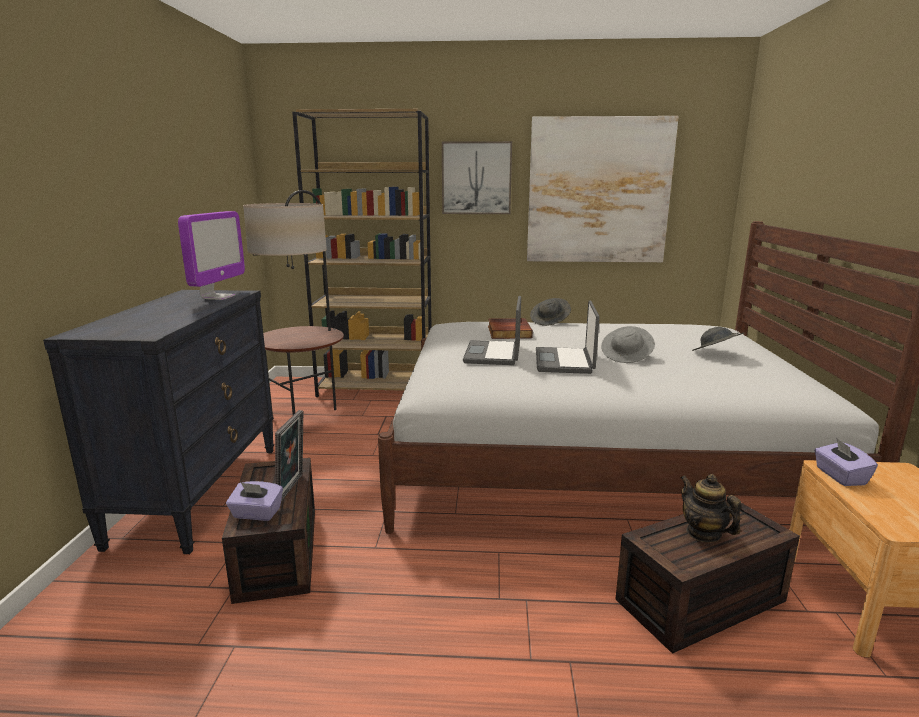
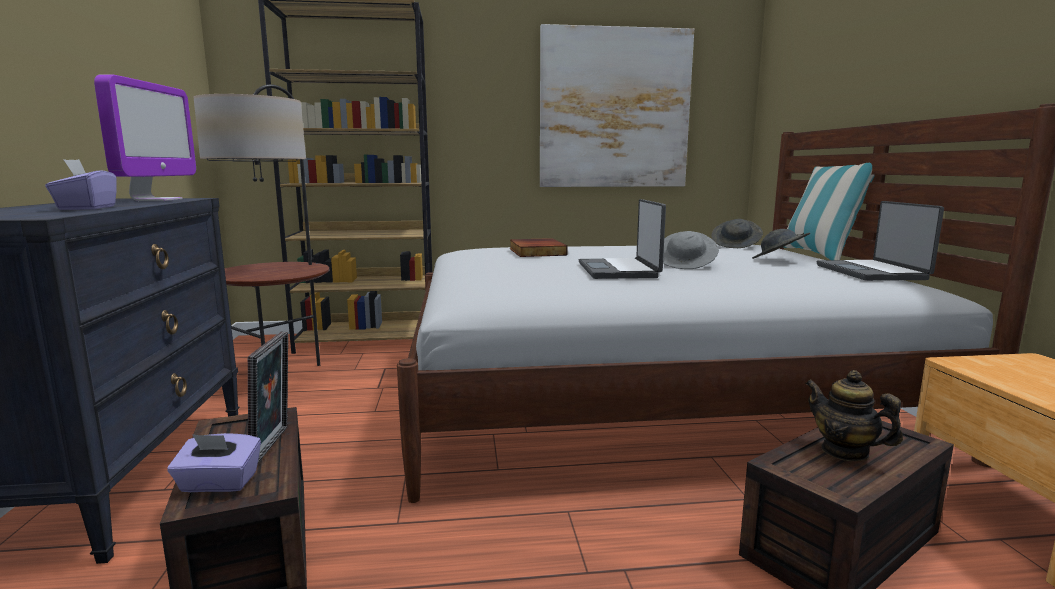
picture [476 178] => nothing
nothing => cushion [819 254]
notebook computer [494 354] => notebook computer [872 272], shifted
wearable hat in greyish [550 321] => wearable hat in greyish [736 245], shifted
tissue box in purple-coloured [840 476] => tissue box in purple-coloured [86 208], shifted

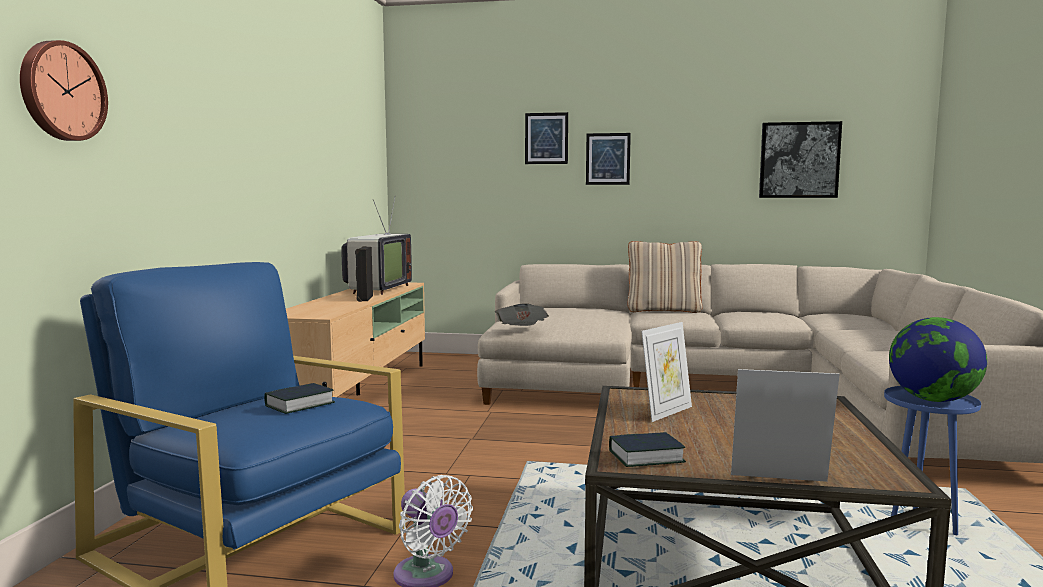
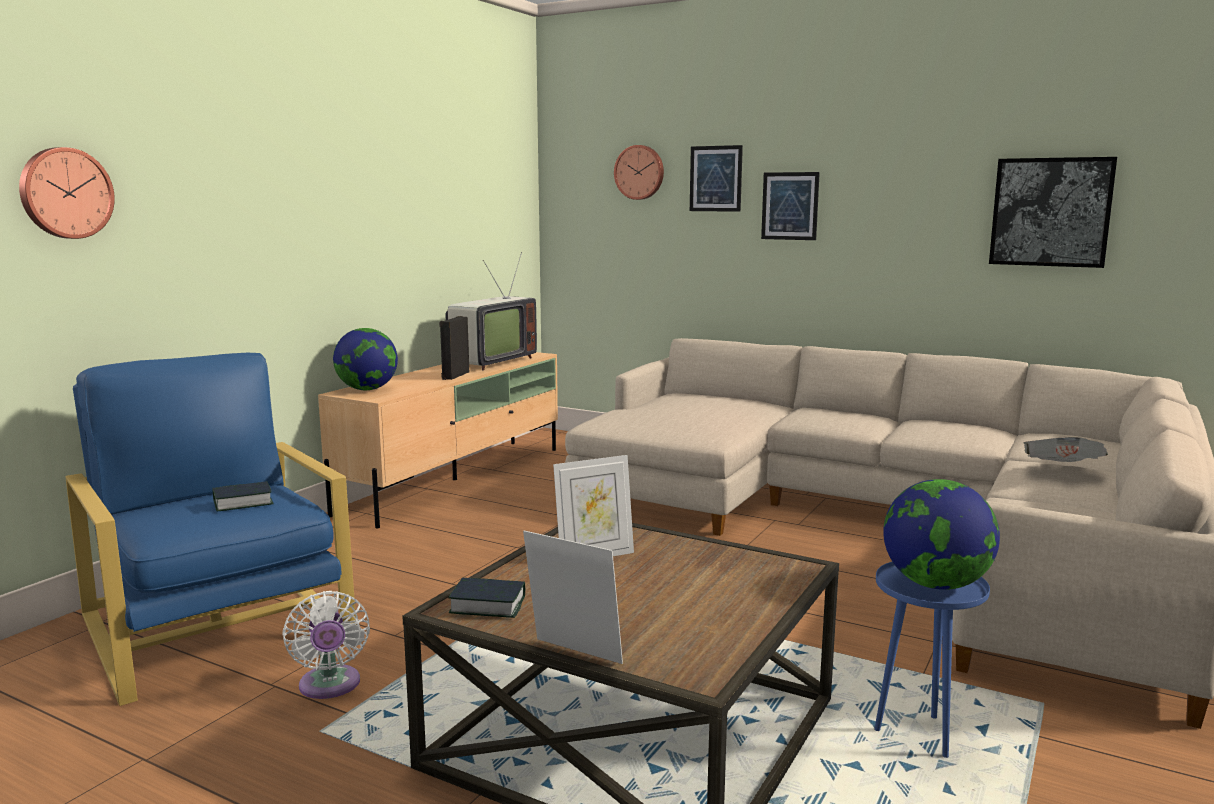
cushion in sand-coloured [663 310] => nothing
nothing => desk globe [367 389]
nothing => wall clock [640 172]
daily paper [522 330] => daily paper [1062 471], shifted

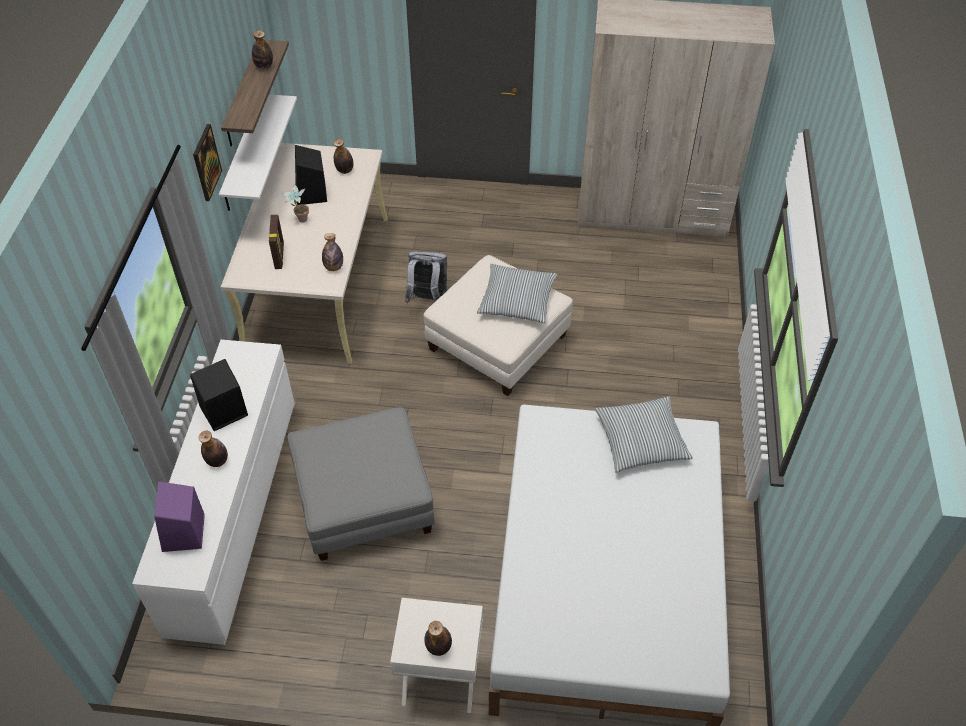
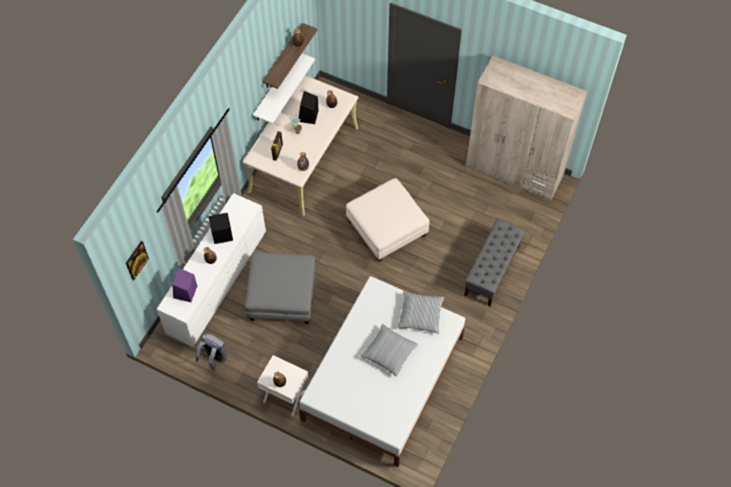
nothing => long seat in greyish [492 271]
picture [206 162] => picture [136 260], shifted
backpack in greyish [428 299] => backpack in greyish [214 358], shifted
cushion [517 300] => cushion [389 352], shifted

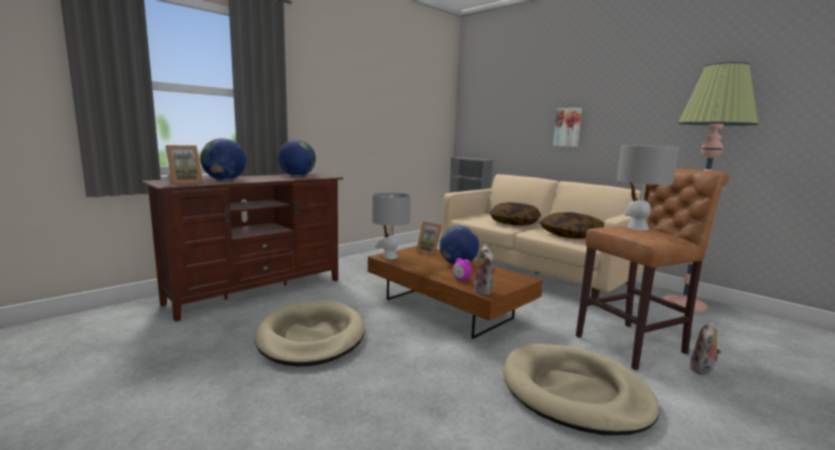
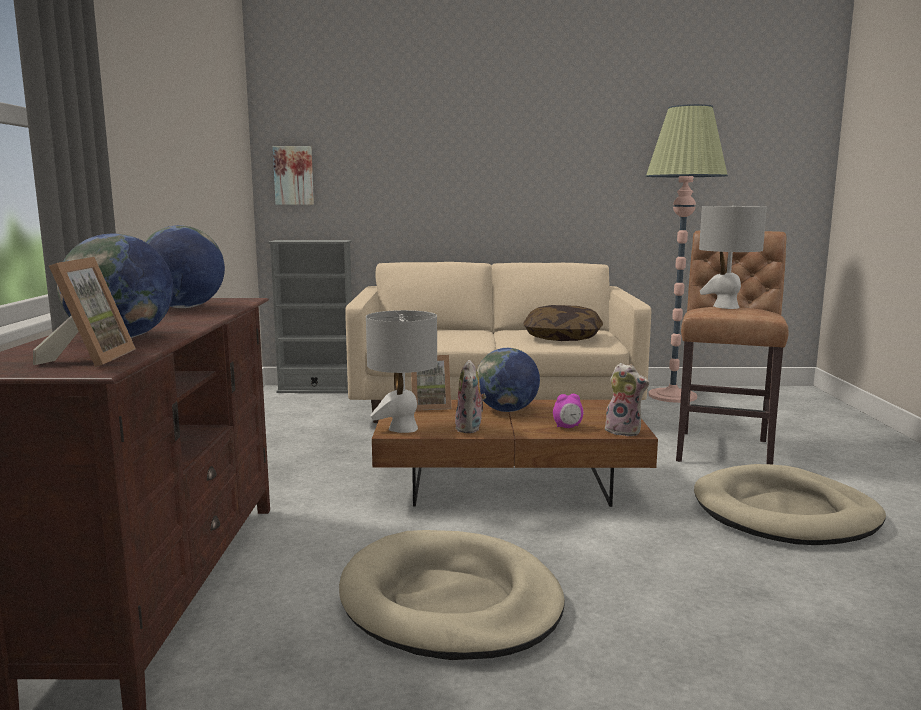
cushion [514 223] => nothing
picture [567 127] => picture [294 175], shifted
cuddly toy [702 370] => cuddly toy [470 428], shifted

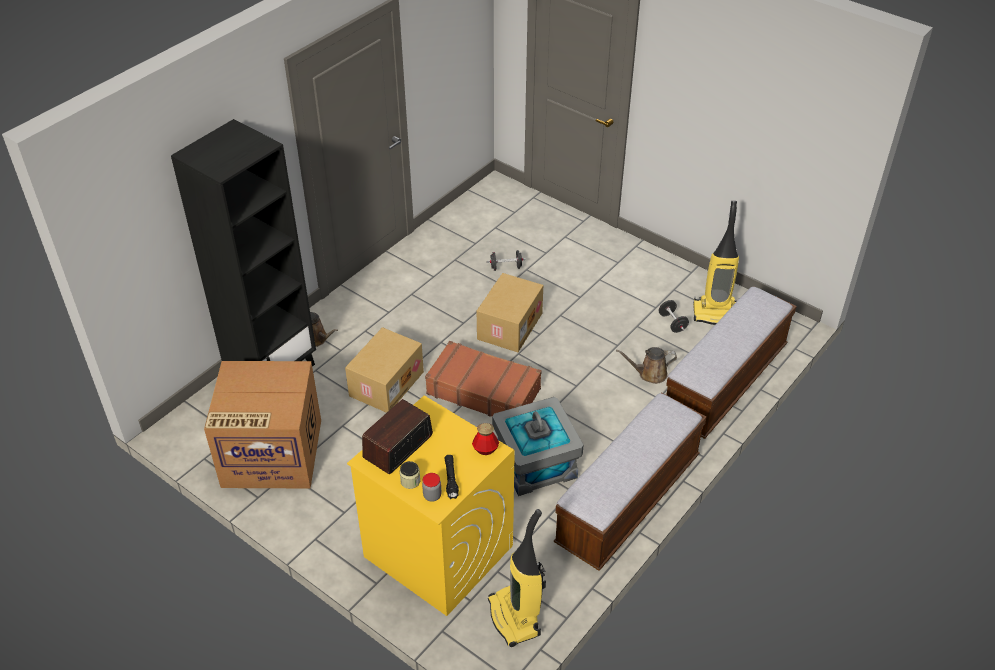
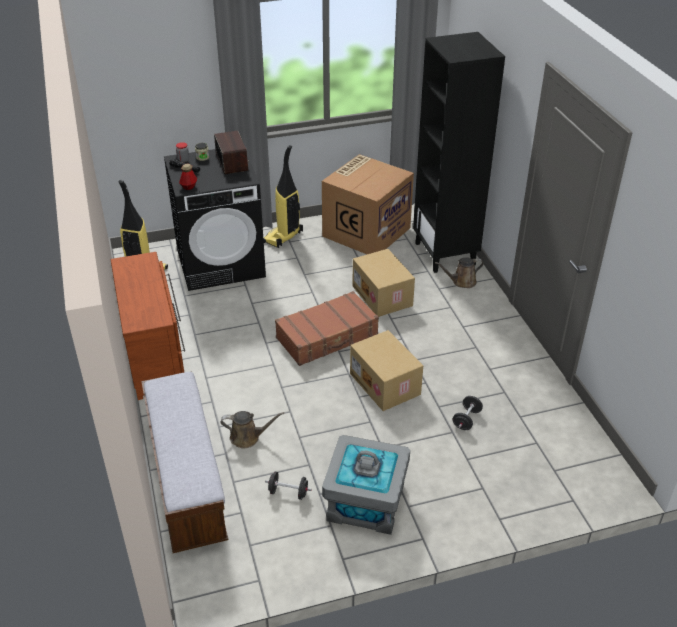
storage bin in greyish [536 463] => storage bin in greyish [365 502], shifted
vacuum [717 313] => vacuum [283 237], shifted
long seat [628 501] => dresser in brownish [155 355]
laundry machine in yellow-coloured [437 551] => laundry machine in black-coloured [221 263]
watering can in brownish [649 374] => watering can in brownish [248 437], 60 degrees clockwise

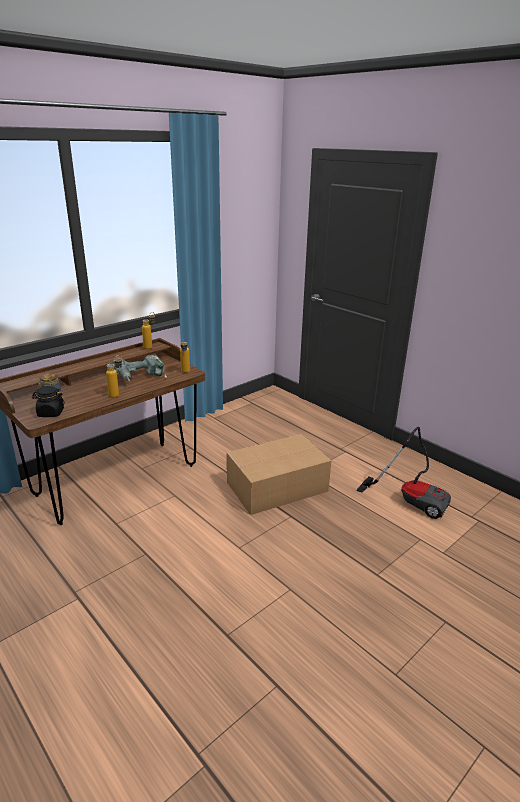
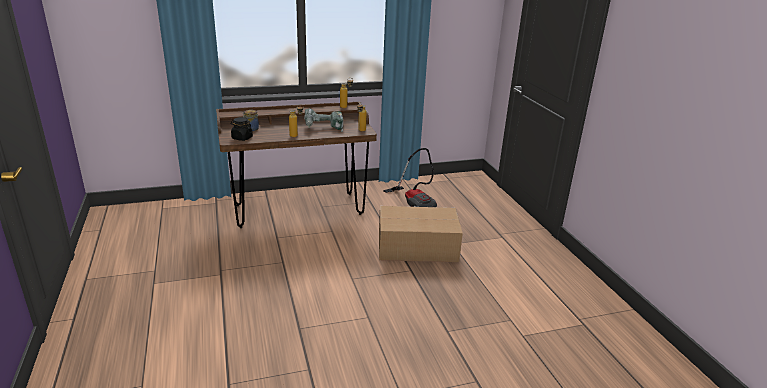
vacuum [411 500] => vacuum [415 204], shifted

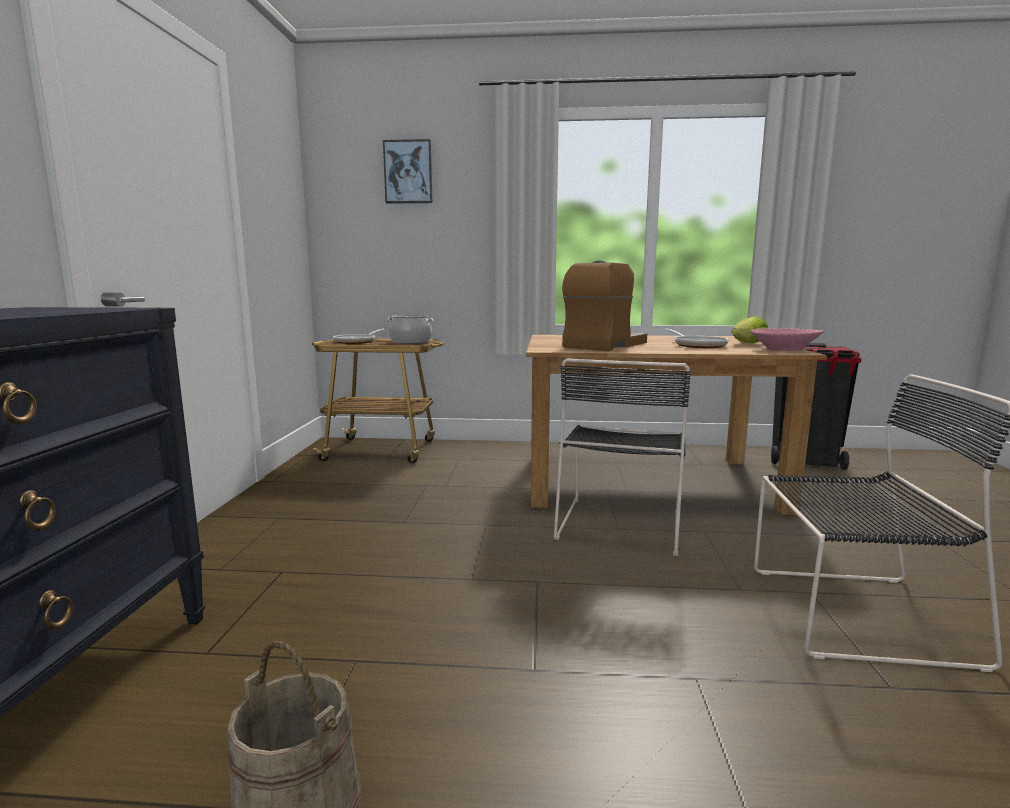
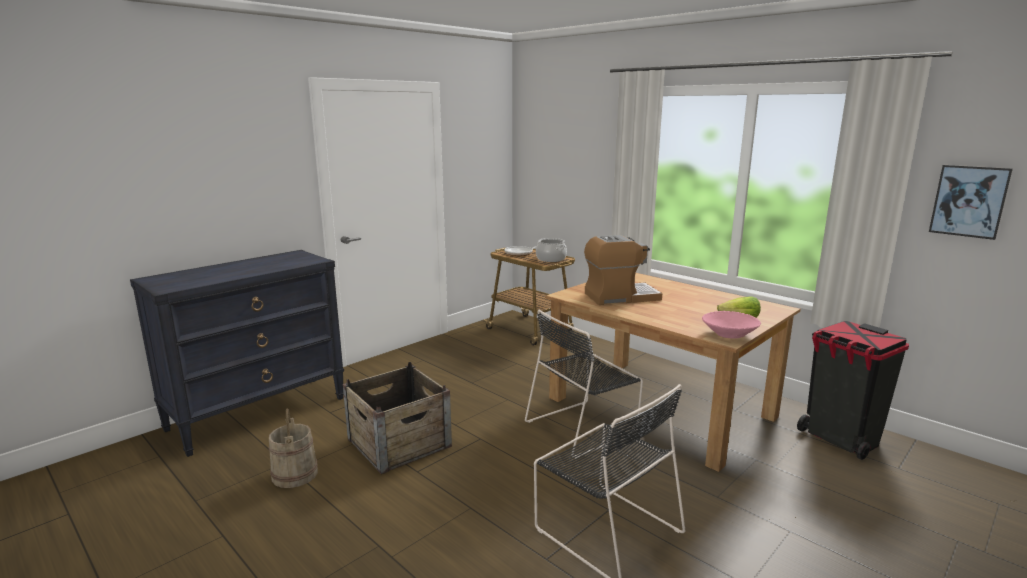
pan [697 345] => nothing
nothing => crate [399 442]
picture [408 172] => picture [969 201], shifted

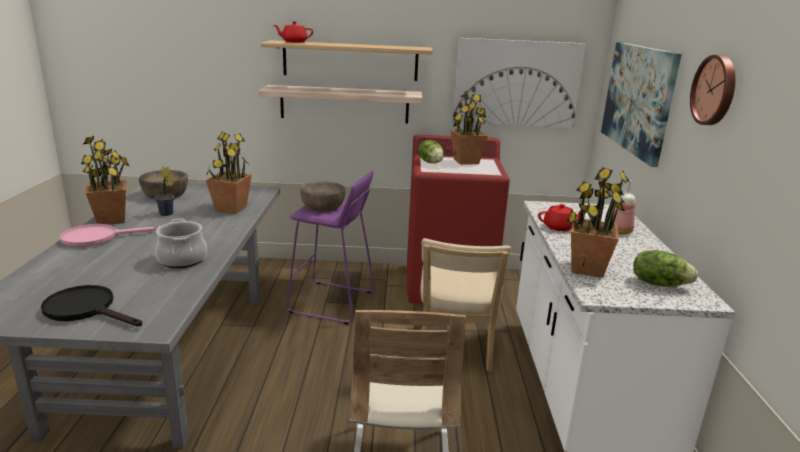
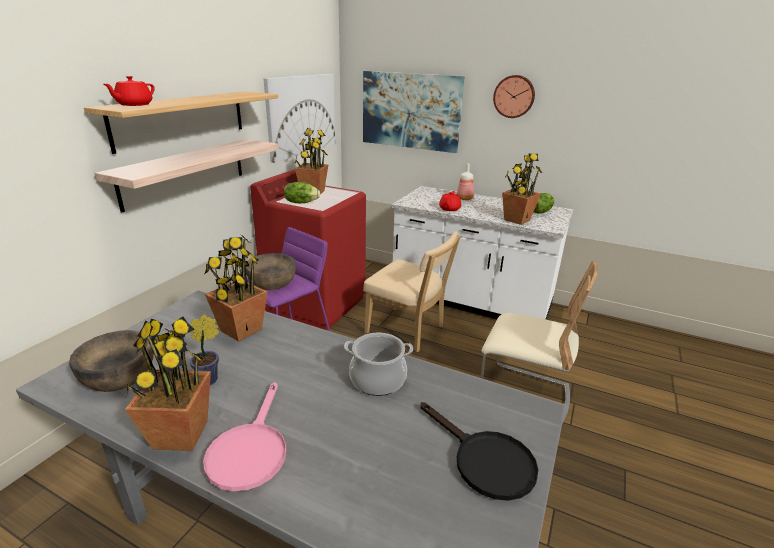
pan in black-coloured [86 309] => pan in black-coloured [484 461], 90 degrees counterclockwise

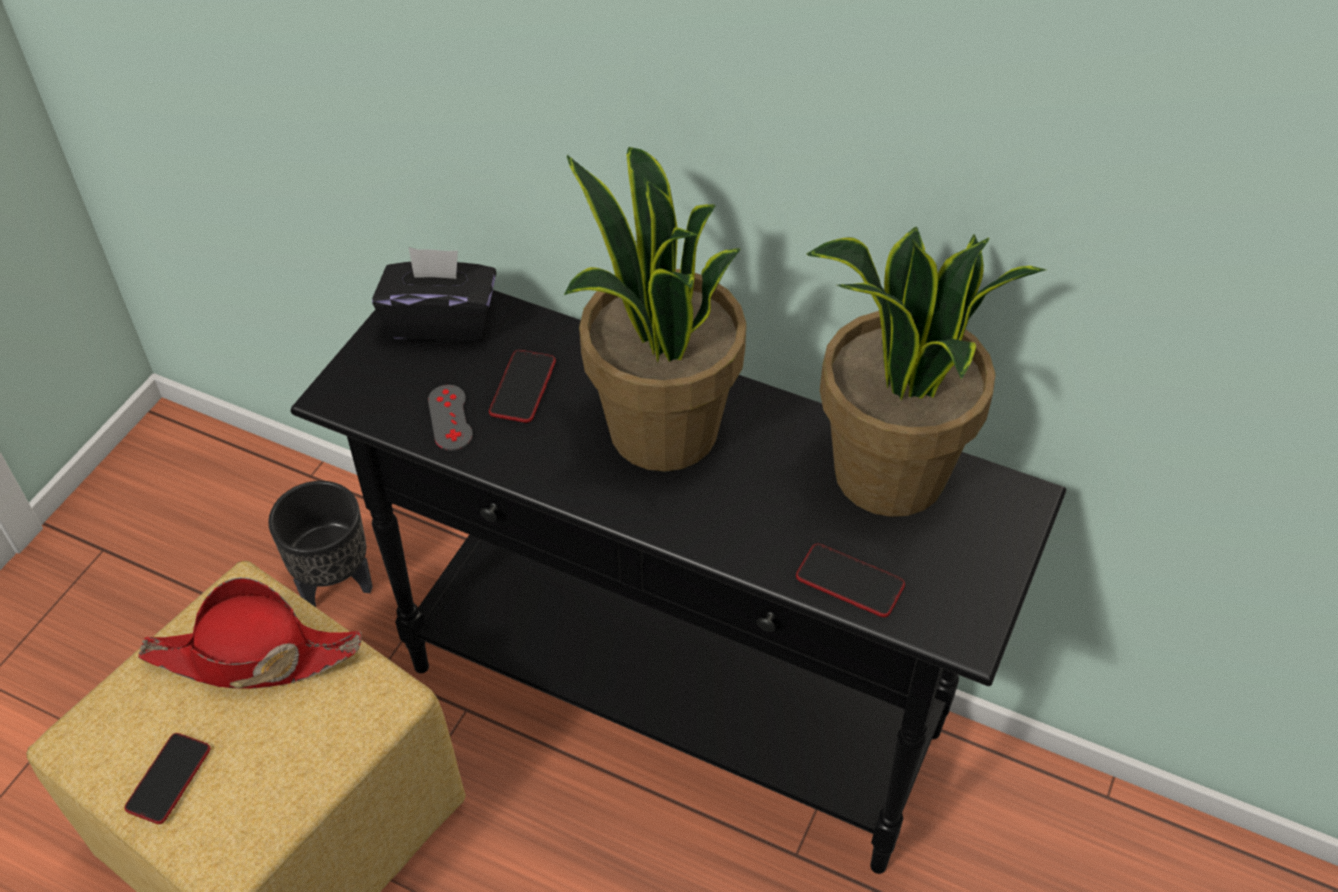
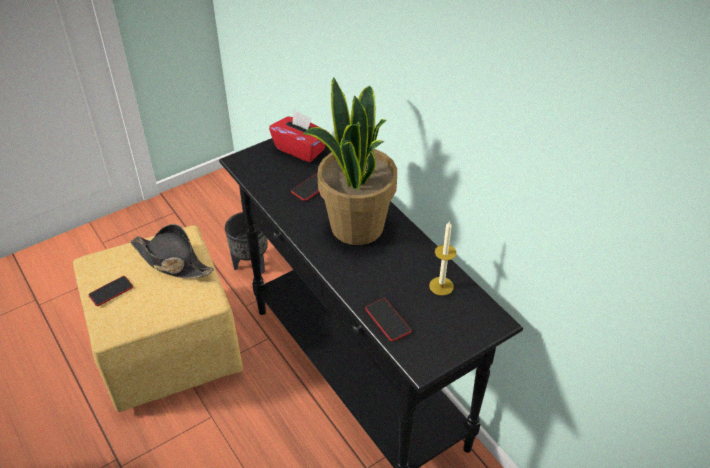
joypad in greyish [450 418] => nothing
houseplant [889 475] => wax candle [441 286]
wearable hat in reddish [252 656] => wearable hat in black-coloured [171 261]
tissue box in black-coloured [442 321] => tissue box in reddish [301 149]

